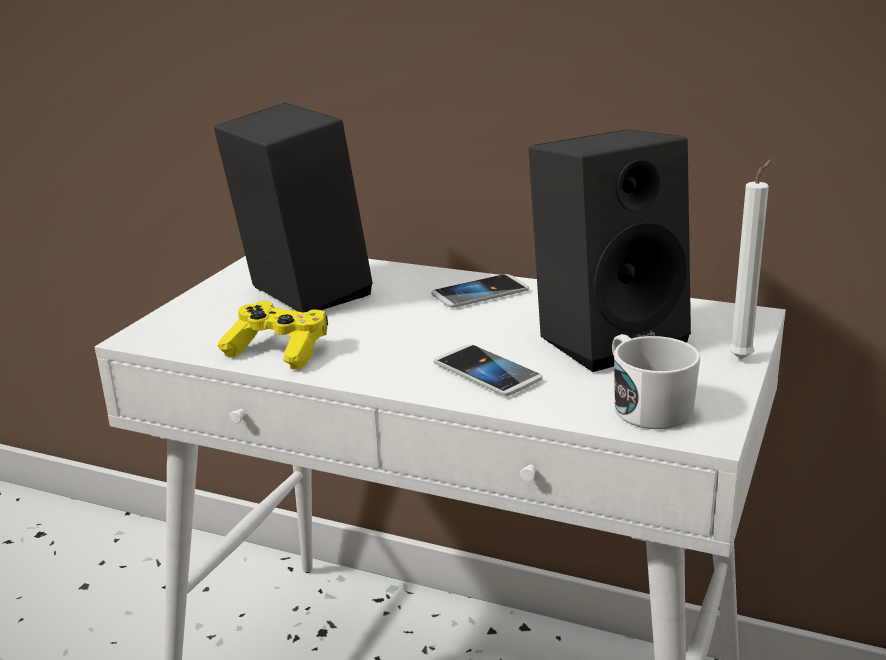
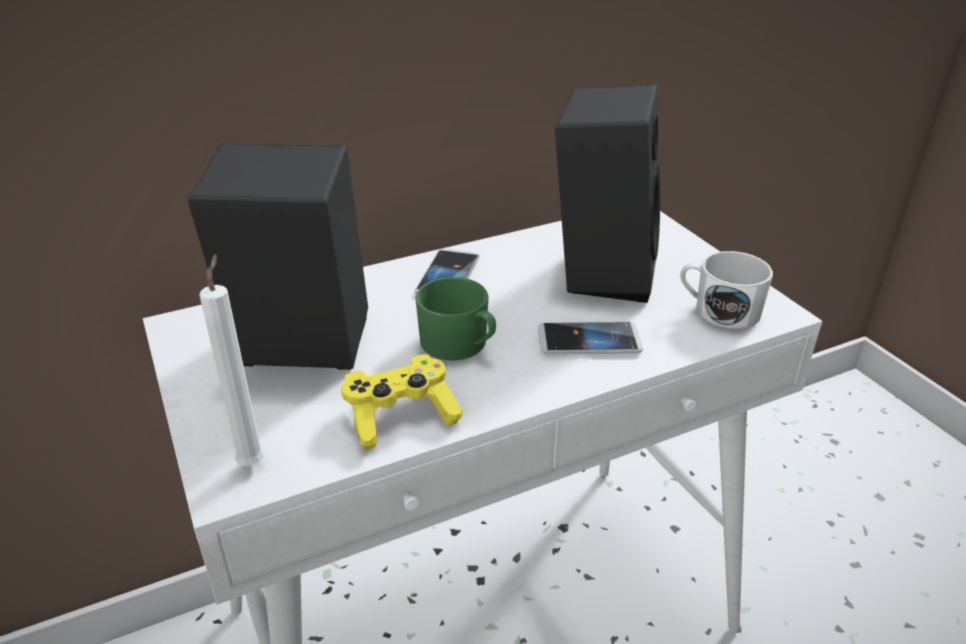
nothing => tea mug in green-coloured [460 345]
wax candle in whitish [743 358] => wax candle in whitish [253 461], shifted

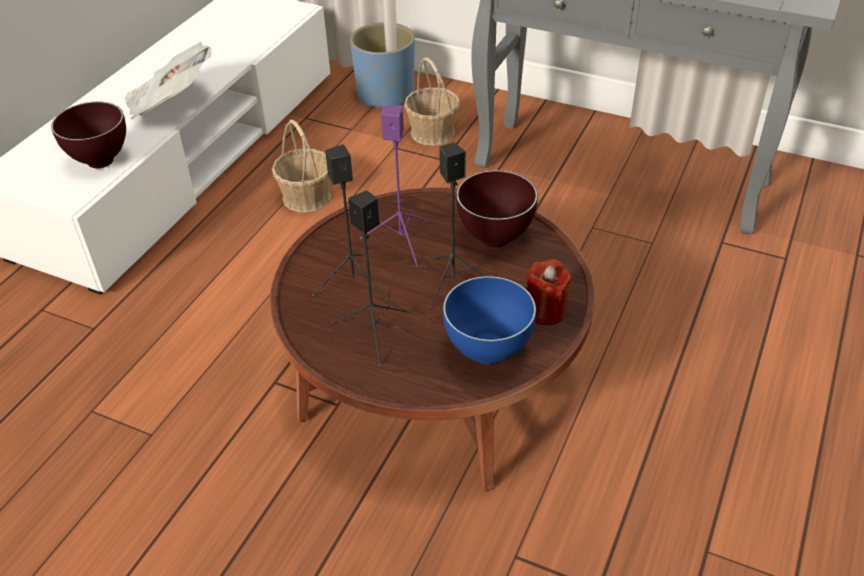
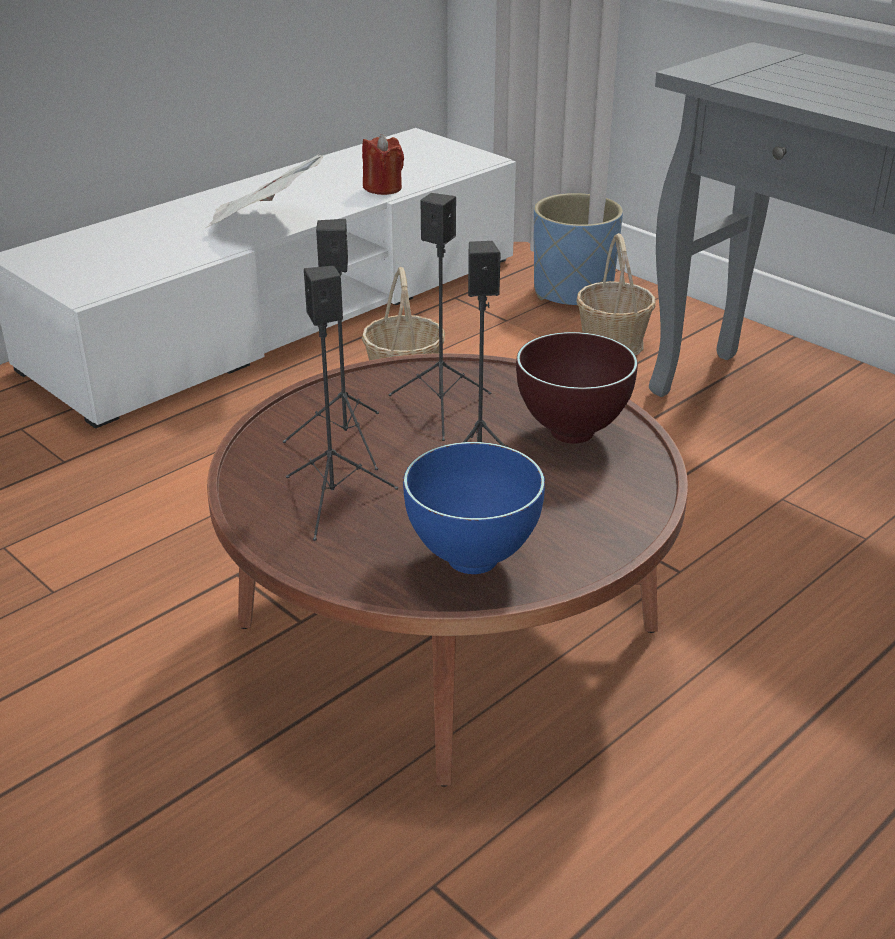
bowl in brownish [103 162] => nothing
wax candle in reddish [545 311] => wax candle in reddish [383 188], shifted
loudspeaker in purple-coloured [401 240] => loudspeaker in black-coloured [442 408]

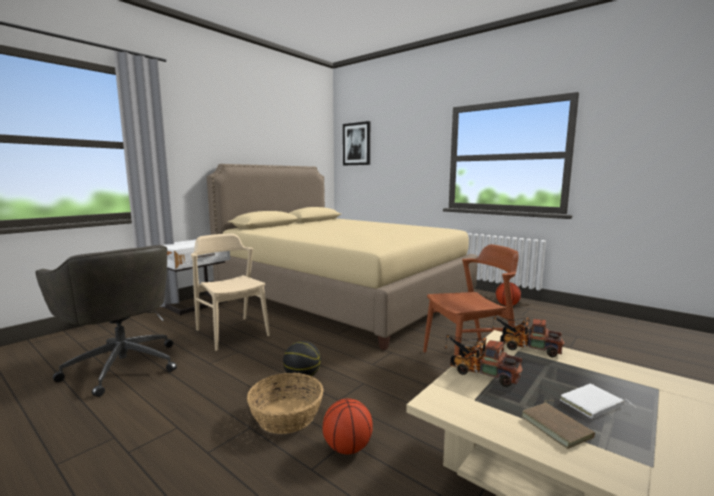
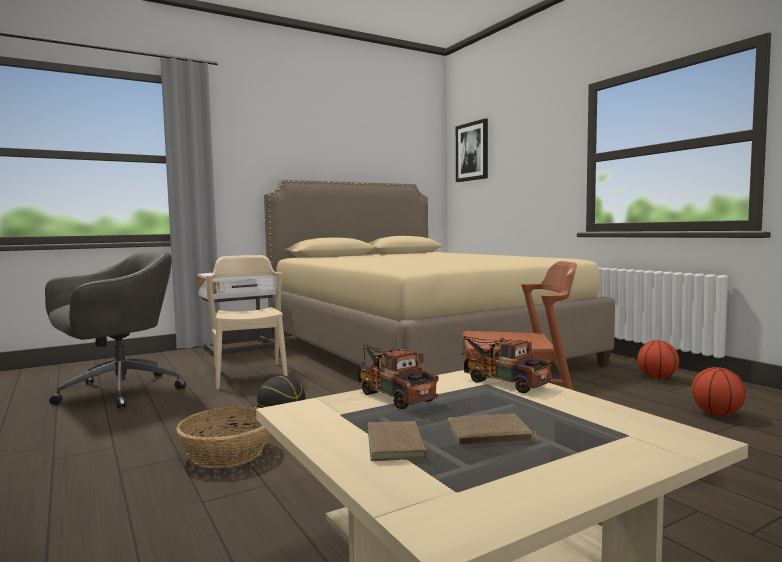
ball for basketball [347 448] => ball for basketball [716 414], shifted
bound book in whitish [593 404] => bound book in brownish [489 435]
office chair in greyish [122 365] => office chair in greyish [117 392], 105 degrees counterclockwise

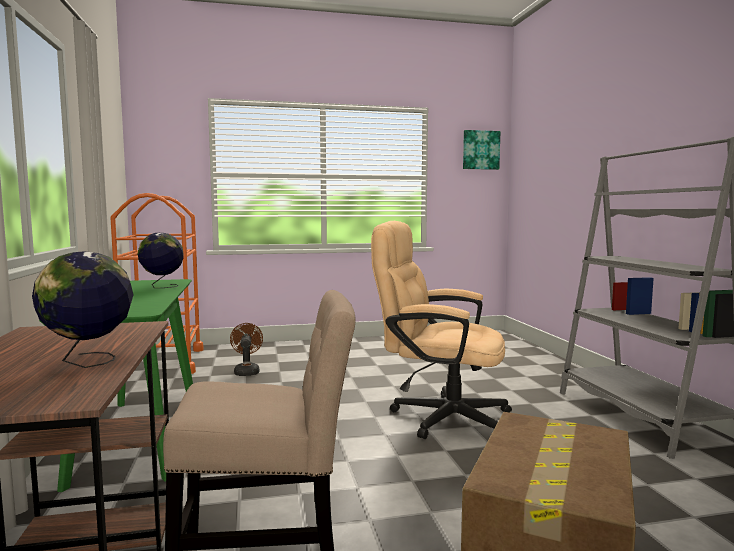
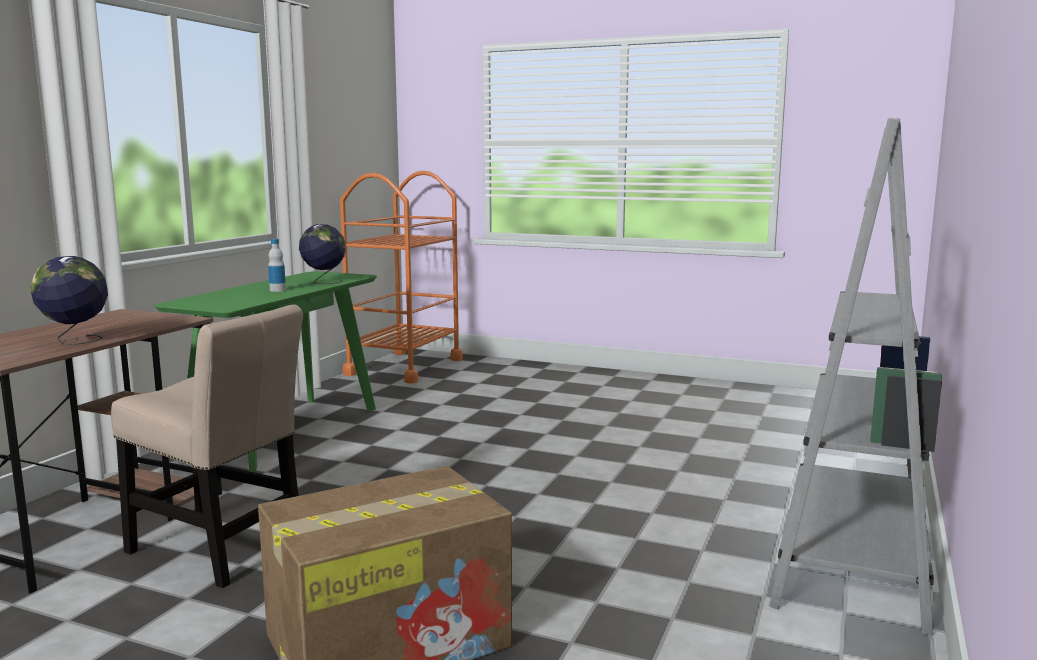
cooling fan in brownish [246 371] => nothing
office chair in sand-coloured [439 416] => nothing
picture [480 150] => nothing
nothing => drink bottle [277 290]

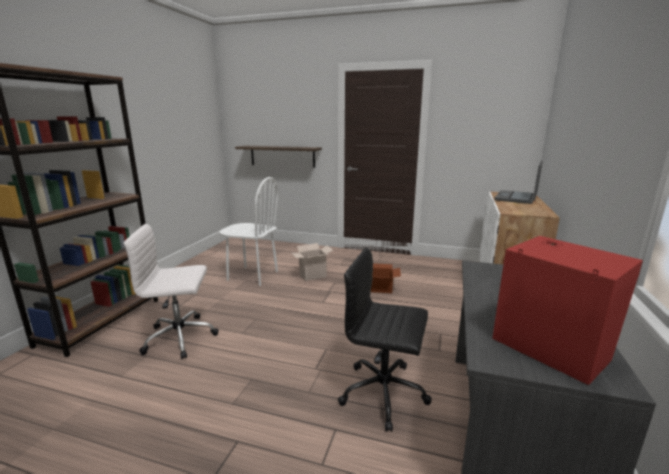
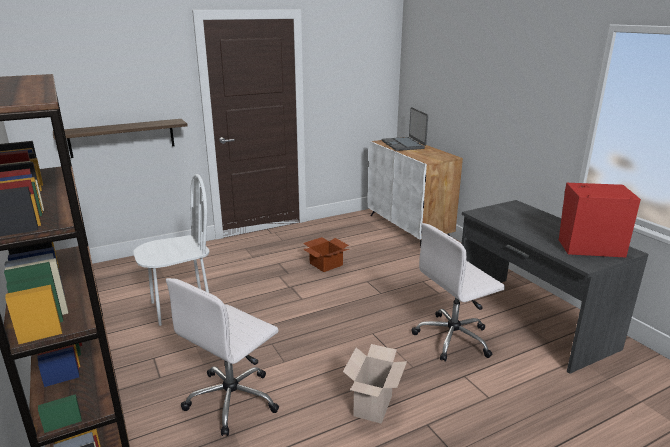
cardboard box [312 276] => cardboard box [374 407], shifted
office chair in black-coloured [385 393] => office chair in whitish [454 338]

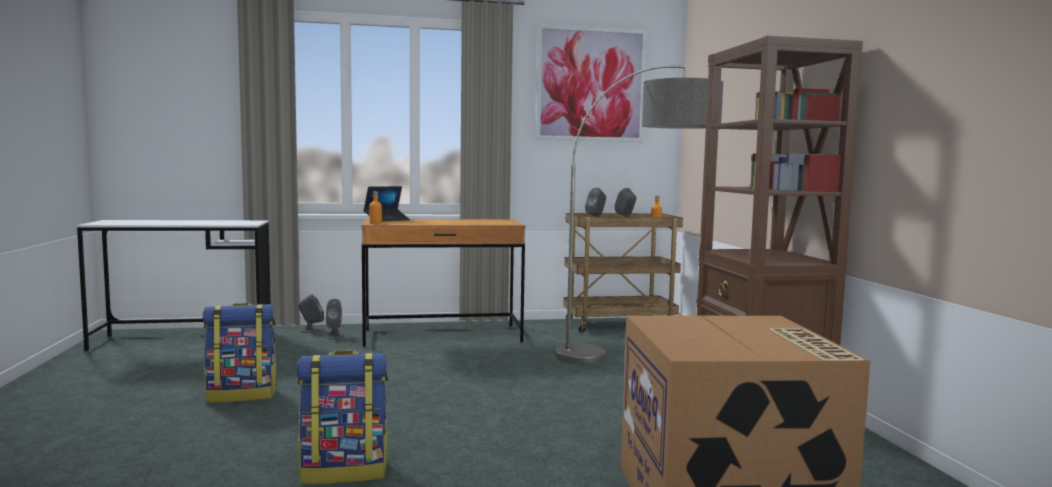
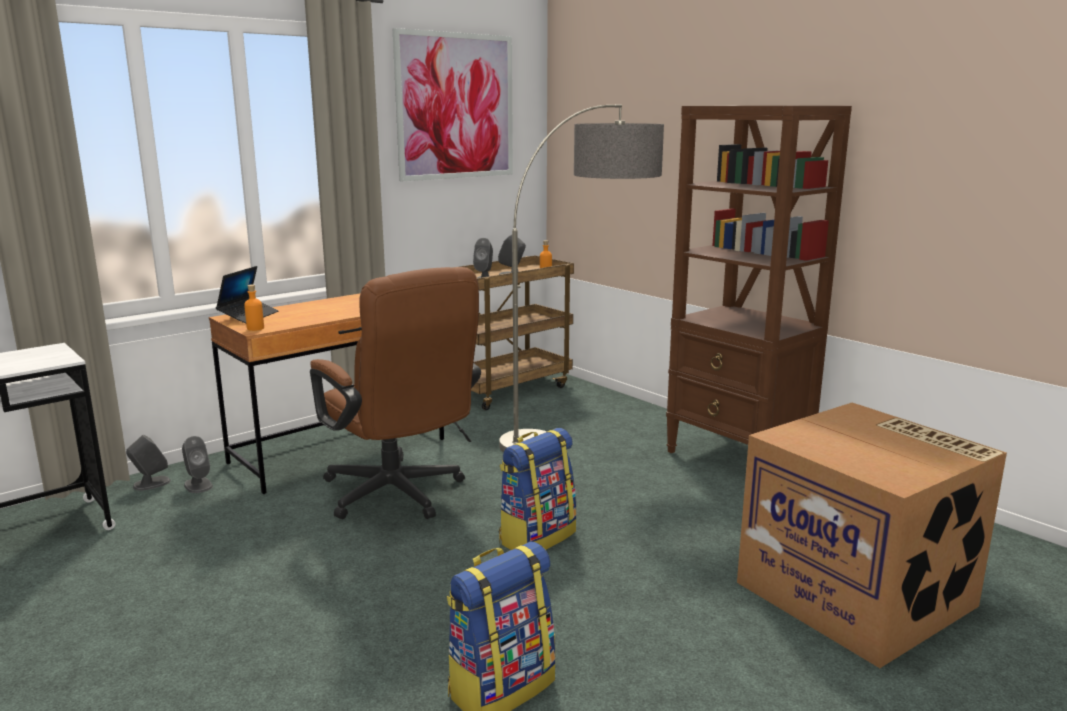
nothing => office chair in brownish [399 496]
backpack [242 395] => backpack [537 537], shifted

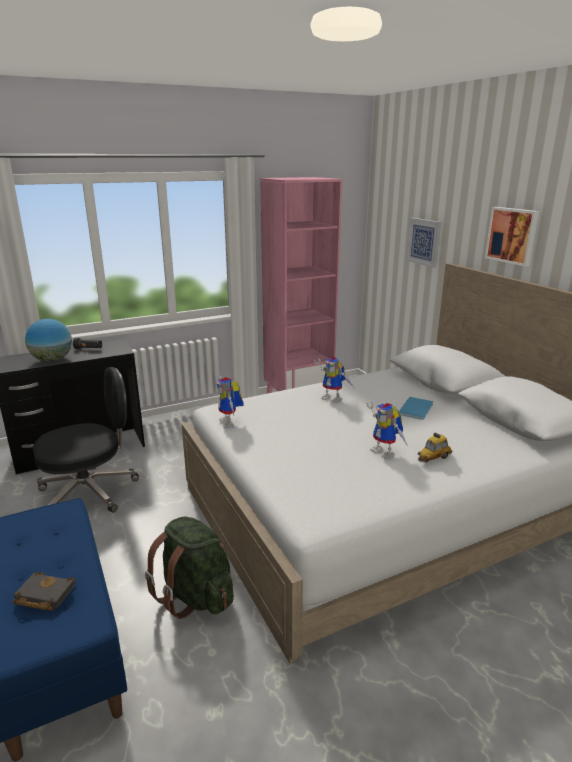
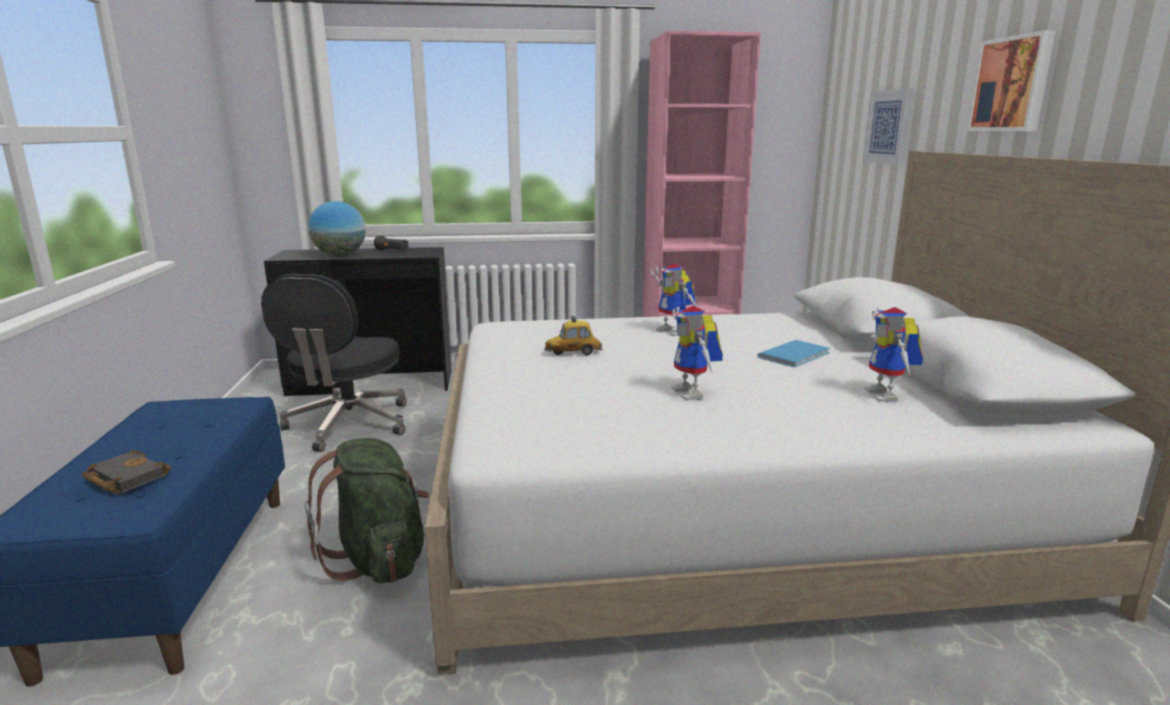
model robot [230 423] => model robot [888 396], shifted
model car [433 458] => model car [573 353], shifted
office chair in black-coloured [90 491] => office chair in black-coloured [348 425], 105 degrees clockwise

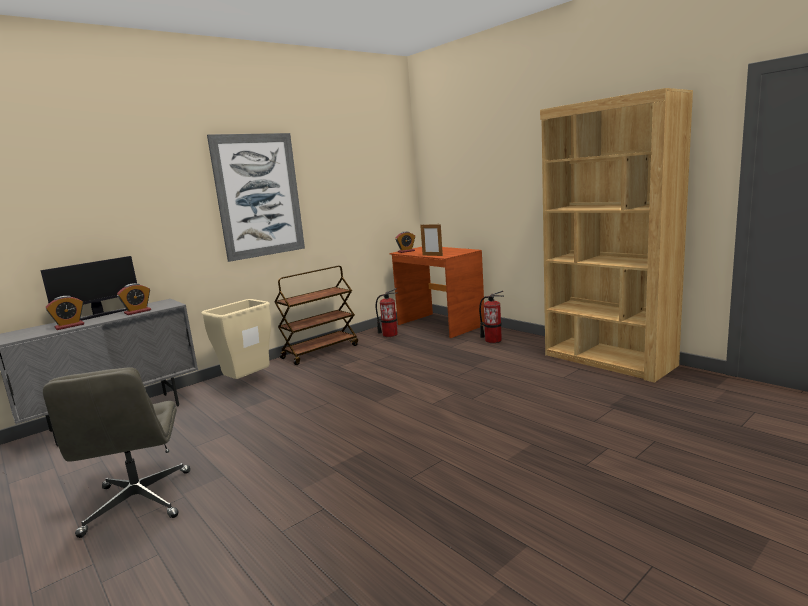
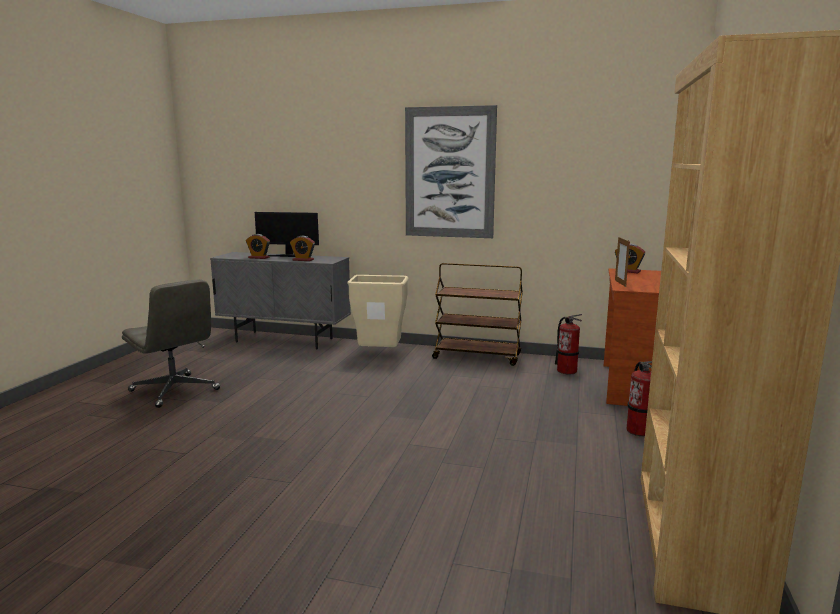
office chair in greyish [139 503] => office chair in greyish [175 390], 90 degrees counterclockwise

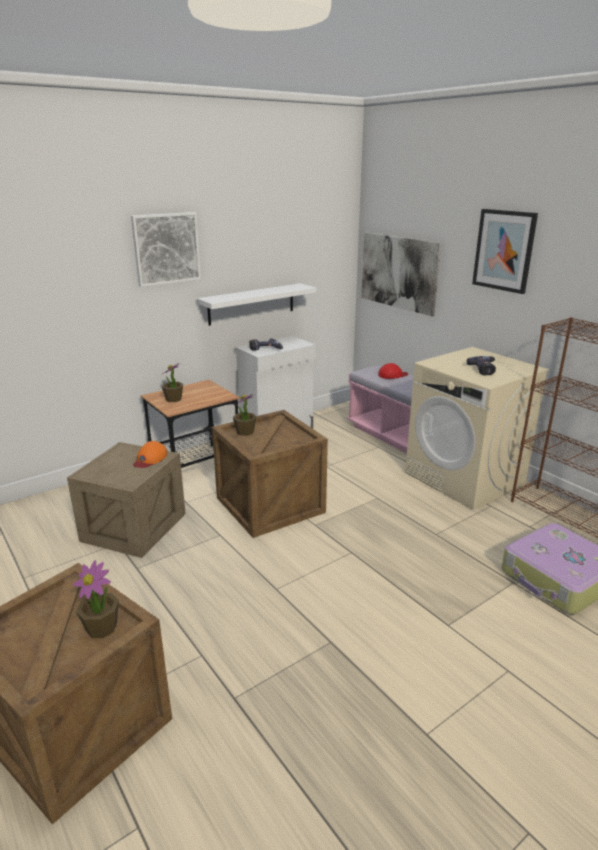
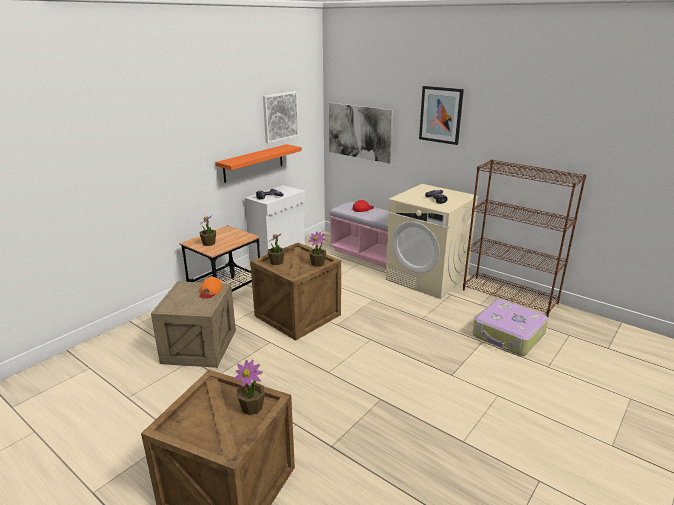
nothing => houseplant [318 263]
picture [166 249] => picture [280 116], shifted
wall shelf in whitish [251 304] => wall shelf in orangey [253 163]

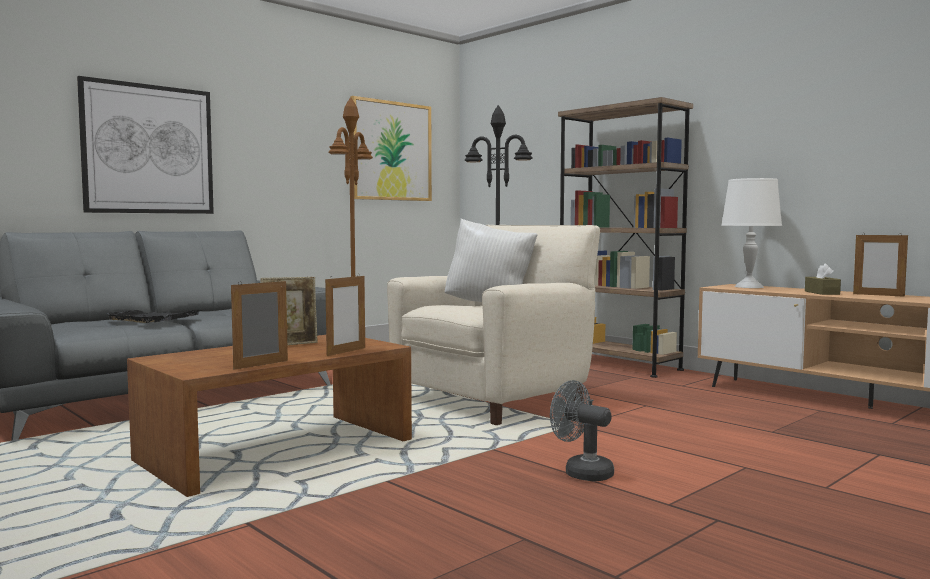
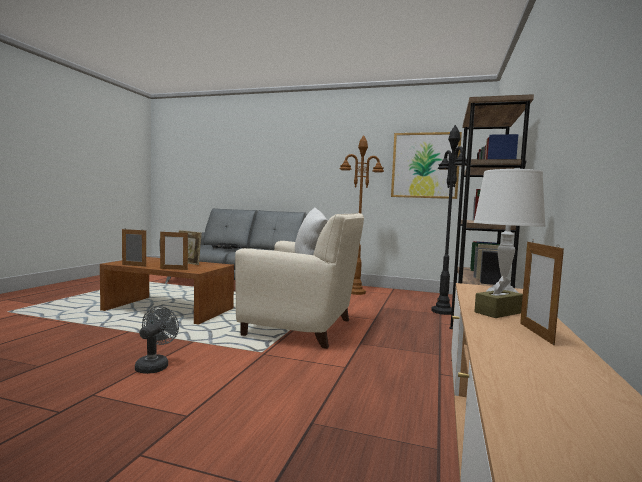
picture [148 149] => nothing

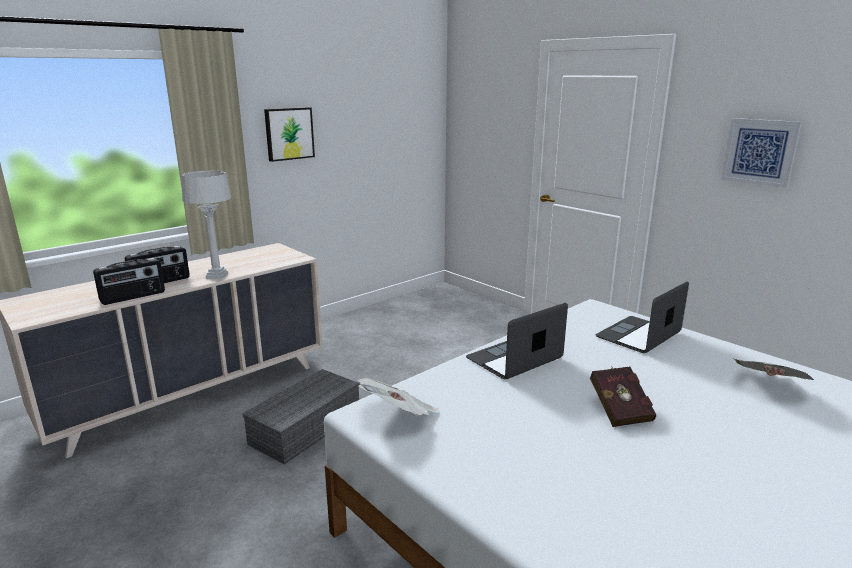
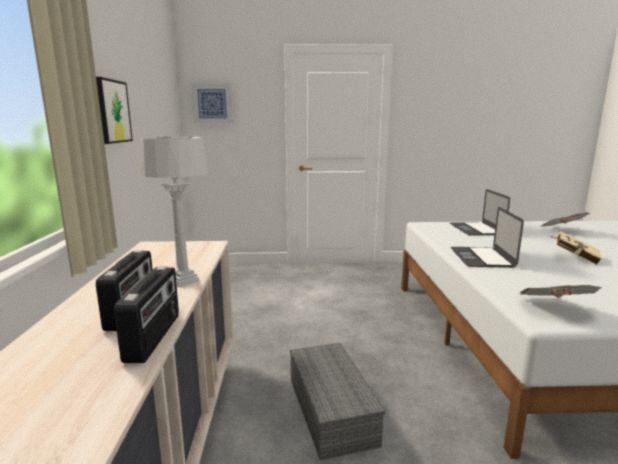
picture [760 152] => picture [212 103], shifted
bound book in reddish [619 409] => bound book in sand-coloured [573 257]

